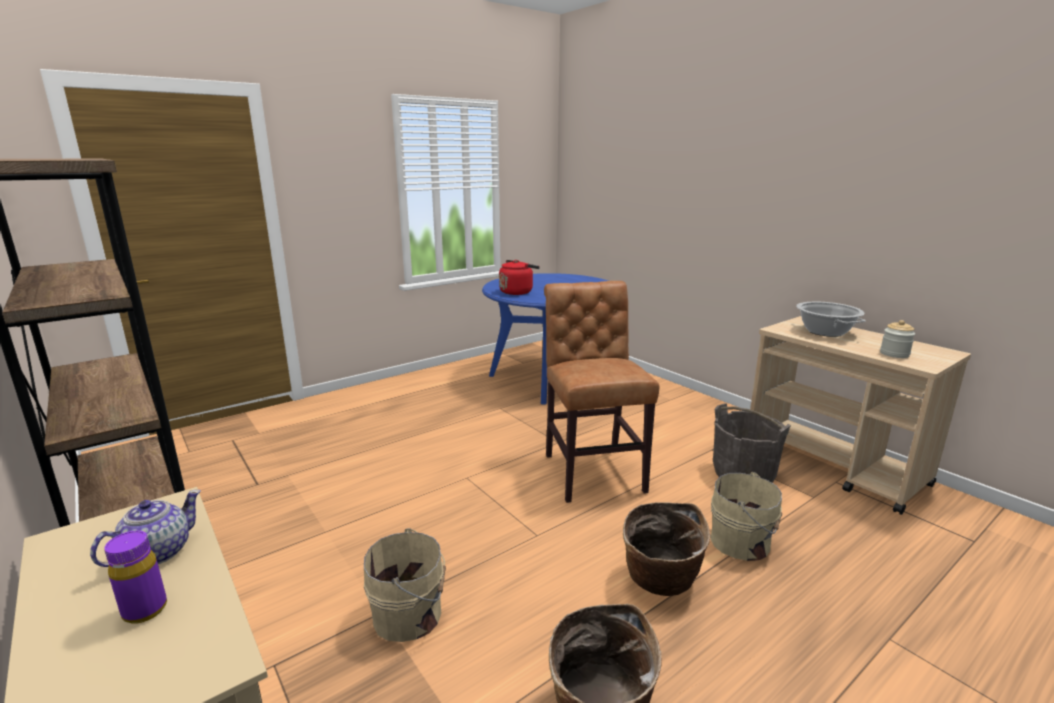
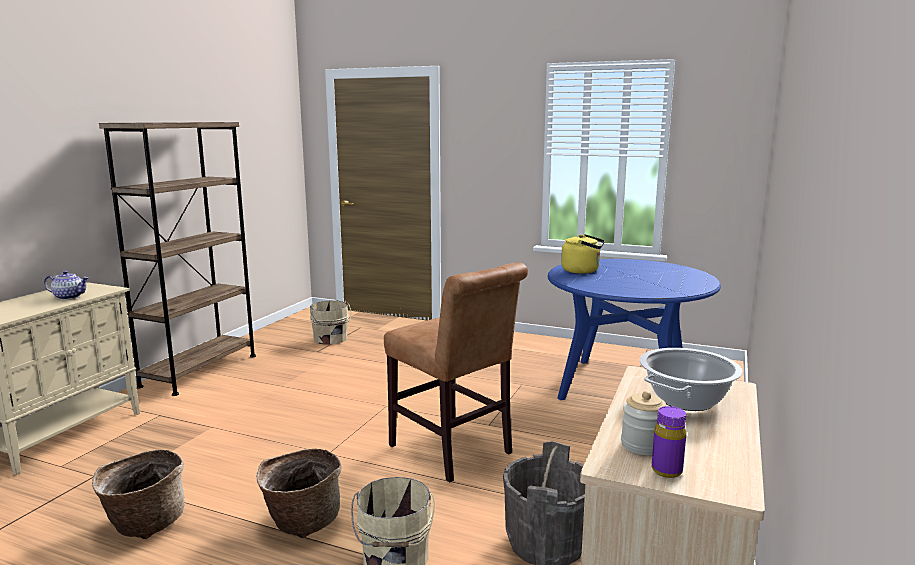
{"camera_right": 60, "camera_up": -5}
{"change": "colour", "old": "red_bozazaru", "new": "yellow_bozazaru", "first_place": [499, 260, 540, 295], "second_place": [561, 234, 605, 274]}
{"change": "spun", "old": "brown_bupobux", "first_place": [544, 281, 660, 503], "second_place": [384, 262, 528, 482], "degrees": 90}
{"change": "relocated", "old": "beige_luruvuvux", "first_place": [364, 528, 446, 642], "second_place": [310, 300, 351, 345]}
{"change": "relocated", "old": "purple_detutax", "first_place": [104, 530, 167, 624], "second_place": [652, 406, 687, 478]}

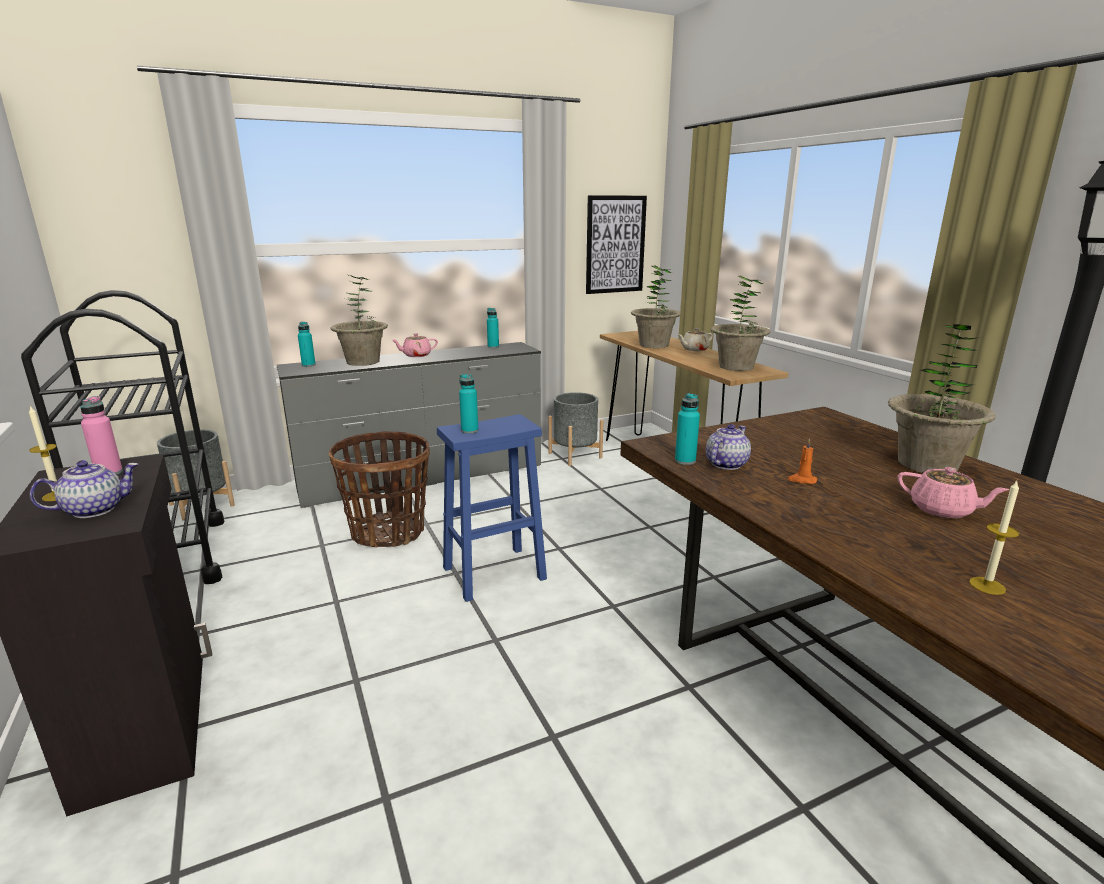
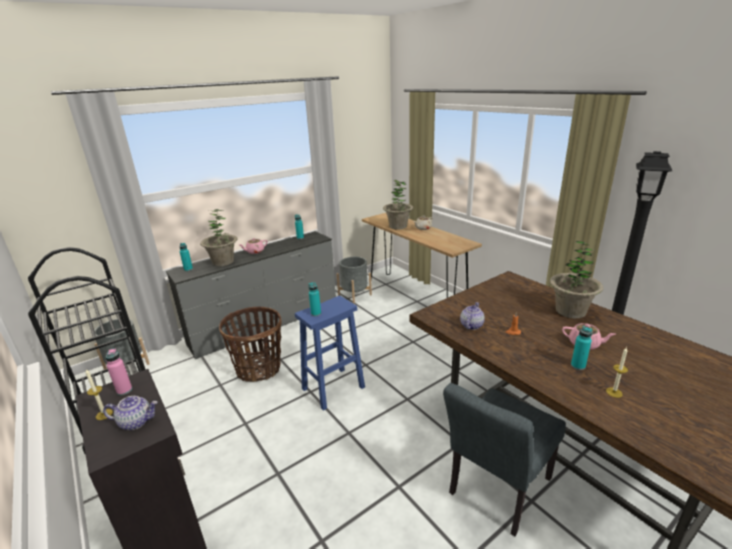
{"camera_right": -10, "camera_up": 5}
{"change": "missing", "old": "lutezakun", "first_place": [586, 195, 647, 294]}
{"change": "missing", "old": "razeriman", "first_place": [711, 275, 771, 371]}
{"change": "relocated", "old": "turquoise_detutax", "first_place": [675, 393, 700, 465], "second_place": [571, 326, 592, 370]}
{"change": "spun", "old": "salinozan", "first_place": [30, 460, 138, 518], "second_place": [103, 396, 158, 430], "degrees": 45}
{"change": "appeared", "new": "grey_bupobux", "second_place": [443, 383, 566, 537]}

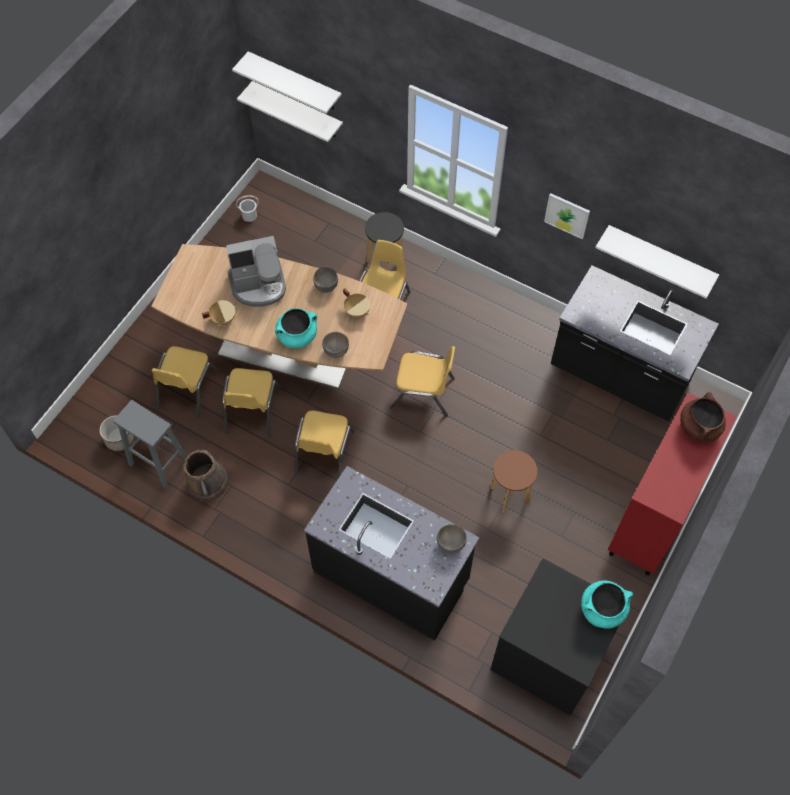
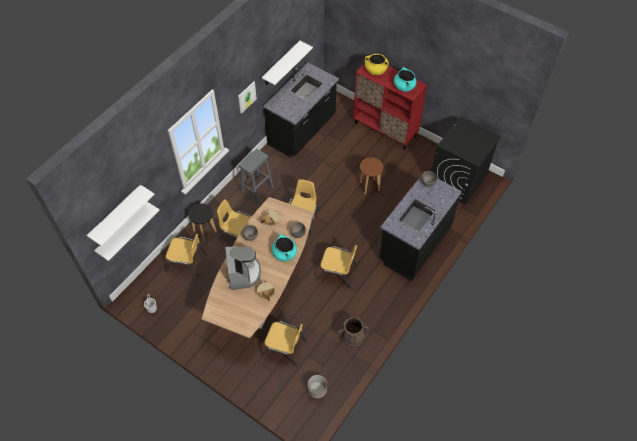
{"camera_right": -85, "camera_up": -5}
{"change": "relocated", "old": "yellow_bupobux", "first_place": [222, 368, 281, 437], "second_place": [165, 234, 207, 277]}
{"change": "colour", "old": "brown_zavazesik", "new": "yellow_zavazesik", "first_place": [680, 392, 726, 442], "second_place": [365, 54, 389, 75]}
{"change": "relocated", "old": "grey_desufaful", "first_place": [113, 400, 187, 489], "second_place": [239, 149, 274, 204]}
{"change": "relocated", "old": "turquoise_zavazesik", "first_place": [581, 580, 633, 629], "second_place": [394, 67, 417, 92]}

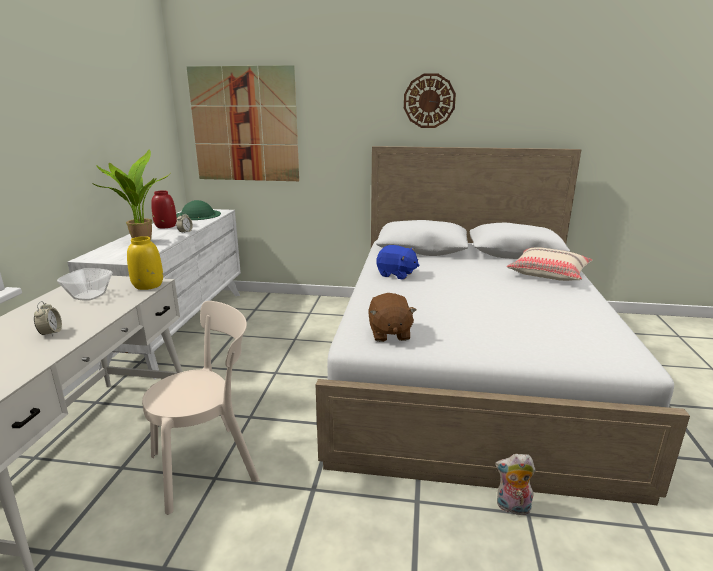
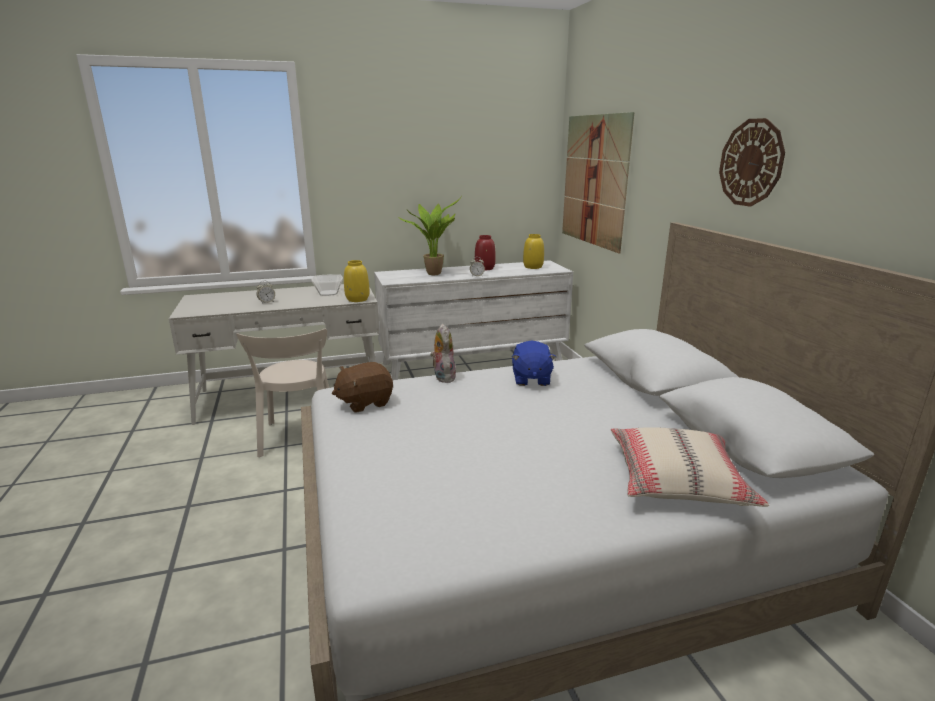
{"camera_right": 65, "camera_up": 0}
{"change": "exchanged", "old": "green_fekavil", "new": "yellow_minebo", "first_place": [176, 200, 221, 220], "second_place": [523, 234, 544, 269]}
{"change": "spun", "old": "beige_bupobux", "first_place": [142, 301, 259, 515], "second_place": [236, 329, 329, 457], "degrees": 45}
{"change": "relocated", "old": "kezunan", "first_place": [495, 454, 536, 515], "second_place": [430, 324, 456, 383]}

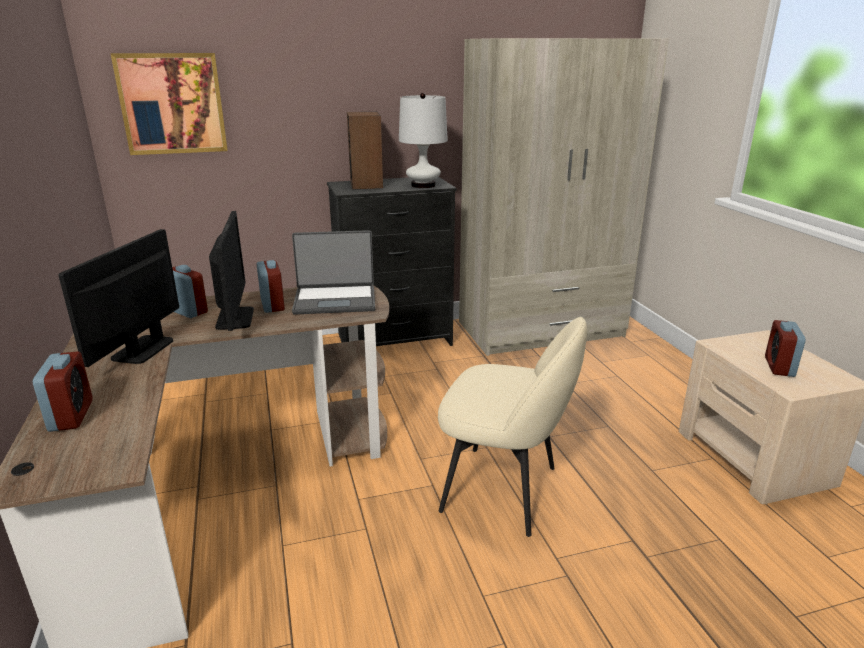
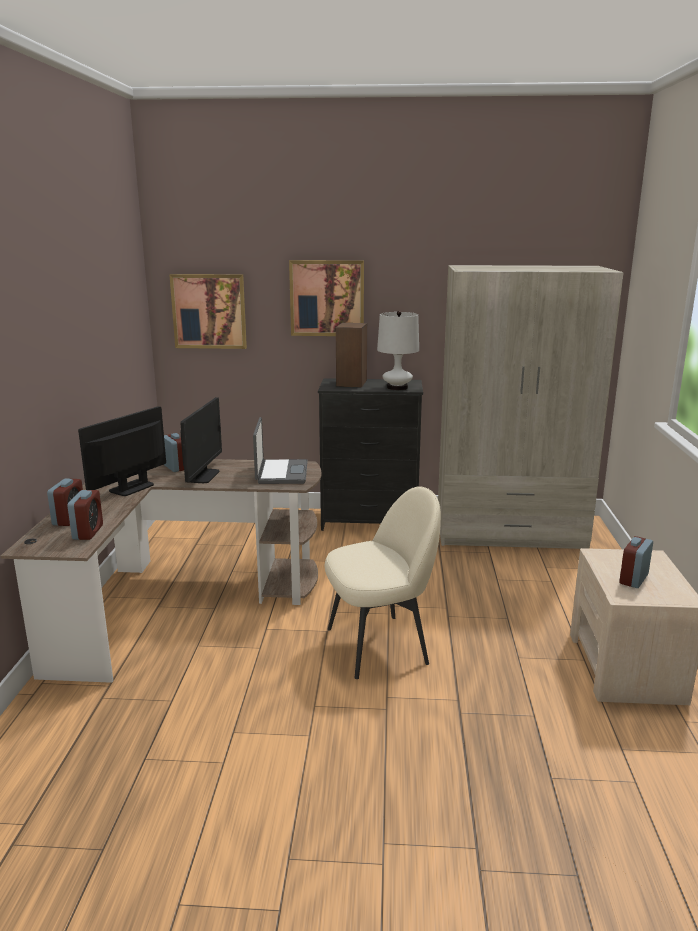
{"camera_right": 20, "camera_up": -5}
{"change": "spun", "old": "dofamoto", "first_place": [292, 230, 375, 315], "second_place": [253, 417, 308, 484], "degrees": -105}
{"change": "relocated", "old": "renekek", "first_place": [257, 260, 285, 313], "second_place": [68, 490, 103, 540]}
{"change": "spun", "old": "beige_bupobux", "first_place": [438, 317, 587, 537], "second_place": [325, 486, 441, 679], "degrees": -60}
{"change": "appeared", "new": "lutezakun", "second_place": [289, 260, 364, 336]}

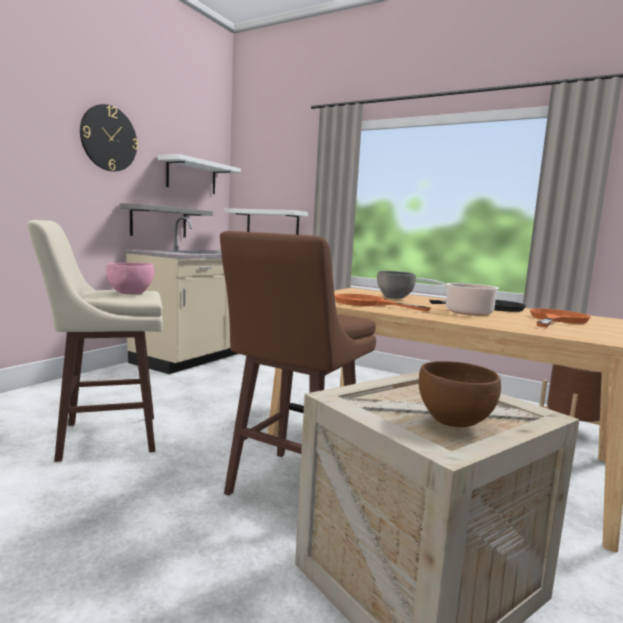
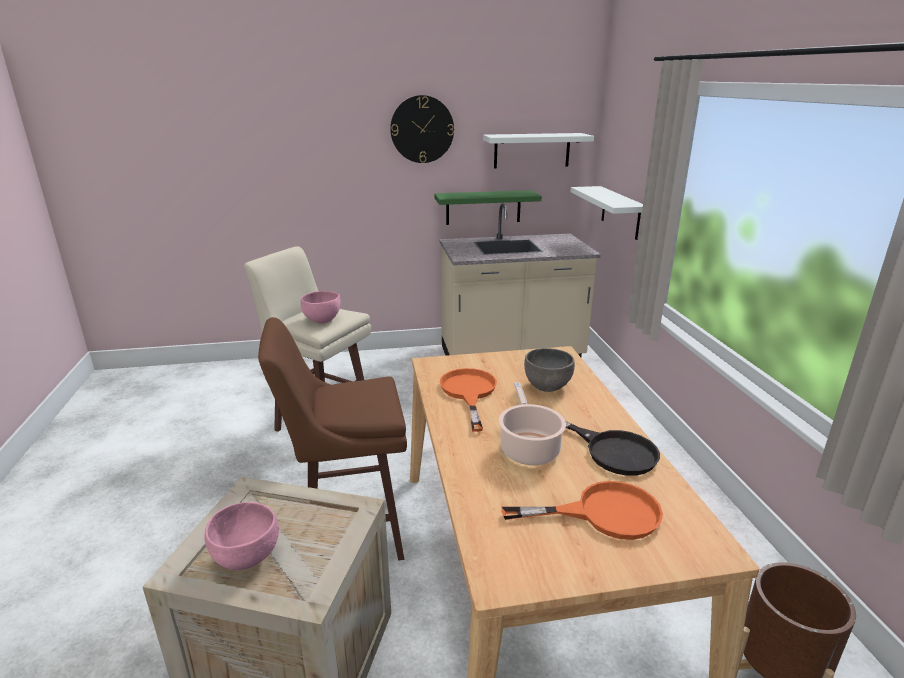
{"camera_right": 50, "camera_up": 15}
{"change": "colour", "old": "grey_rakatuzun", "new": "green_rakatuzun", "first_place": [120, 203, 213, 238], "second_place": [434, 190, 542, 225]}
{"change": "colour", "old": "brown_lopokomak", "new": "pink_lopokomak", "first_place": [419, 361, 501, 427], "second_place": [204, 502, 279, 570]}

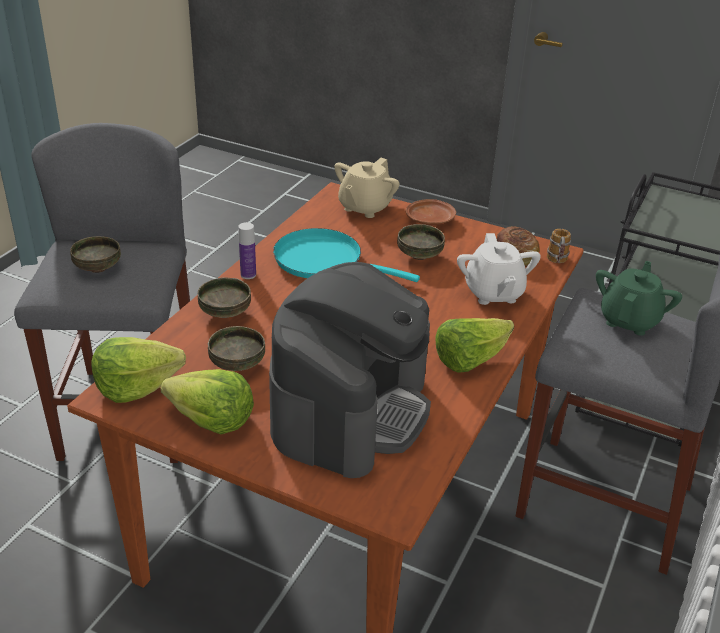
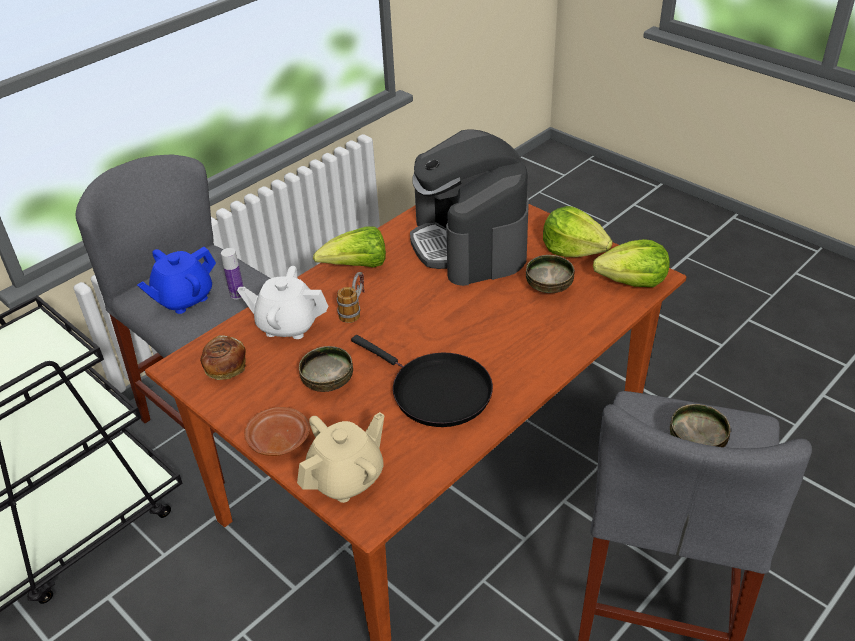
{"camera_right": -160, "camera_up": 5}
{"change": "relocated", "old": "detutax", "first_place": [238, 222, 256, 279], "second_place": [221, 248, 243, 300]}
{"change": "colour", "old": "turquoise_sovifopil", "new": "black_sovifopil", "first_place": [273, 228, 420, 282], "second_place": [351, 335, 493, 427]}
{"change": "relocated", "old": "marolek", "first_place": [547, 229, 571, 263], "second_place": [337, 272, 365, 323]}
{"change": "spun", "old": "white_salinozan", "first_place": [457, 233, 541, 305], "second_place": [237, 266, 329, 339], "degrees": -90}
{"change": "colour", "old": "green_salinozan", "new": "blue_salinozan", "first_place": [596, 261, 682, 336], "second_place": [137, 247, 216, 314]}
{"change": "spun", "old": "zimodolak", "first_place": [269, 262, 431, 478], "second_place": [410, 129, 529, 286], "degrees": -60}
{"change": "missing", "old": "lopokomak", "first_place": [198, 278, 251, 318]}

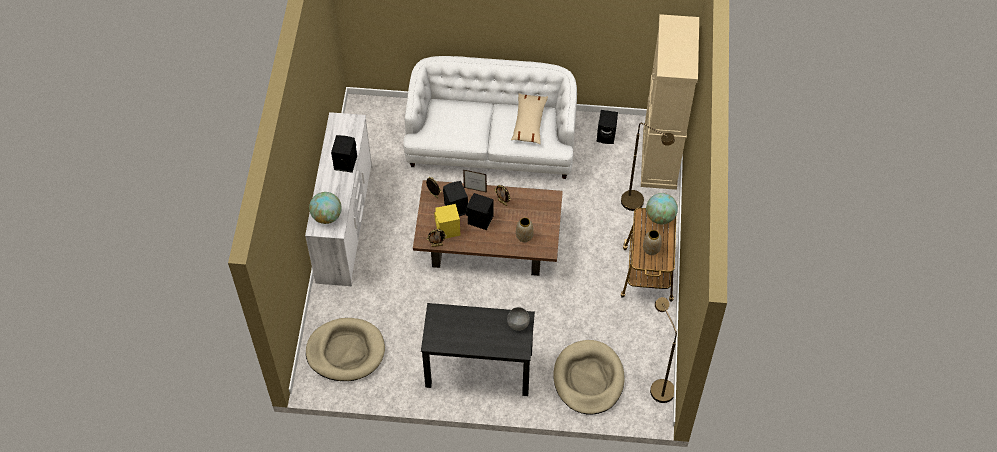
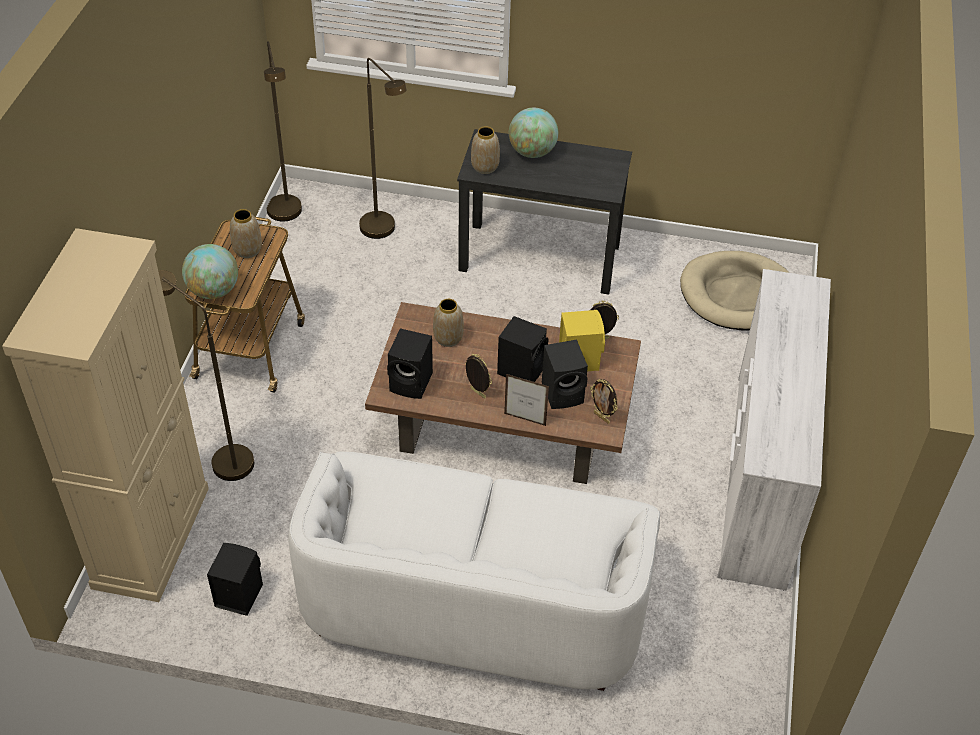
{"camera_right": -175, "camera_up": -10}
{"change": "missing", "old": "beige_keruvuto", "first_place": [511, 93, 548, 144]}
{"change": "relocated", "old": "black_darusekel", "first_place": [331, 135, 357, 173], "second_place": [387, 328, 433, 399]}
{"change": "relocated", "old": "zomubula", "first_place": [309, 192, 342, 224], "second_place": [509, 108, 558, 158]}
{"change": "exchanged", "old": "grey_lopokomak", "new": "minebo", "first_place": [507, 307, 530, 331], "second_place": [471, 126, 500, 174]}
{"change": "exchanged", "old": "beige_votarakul", "new": "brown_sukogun", "first_place": [553, 340, 624, 414], "second_place": [359, 58, 406, 239]}

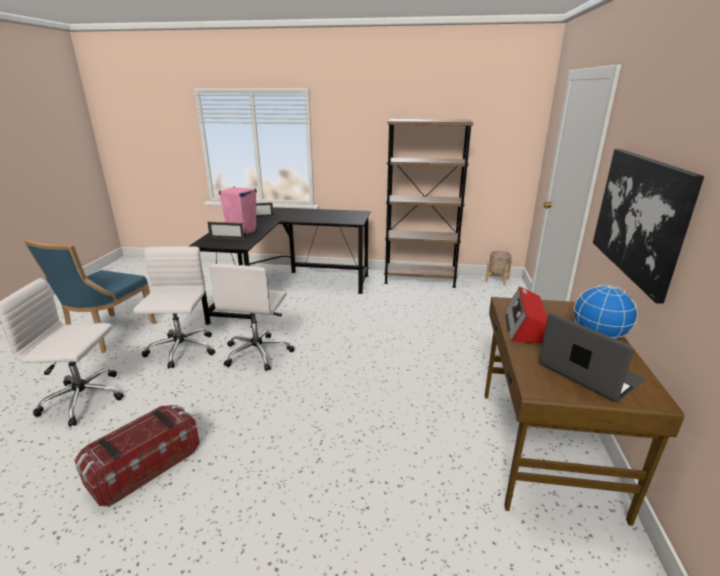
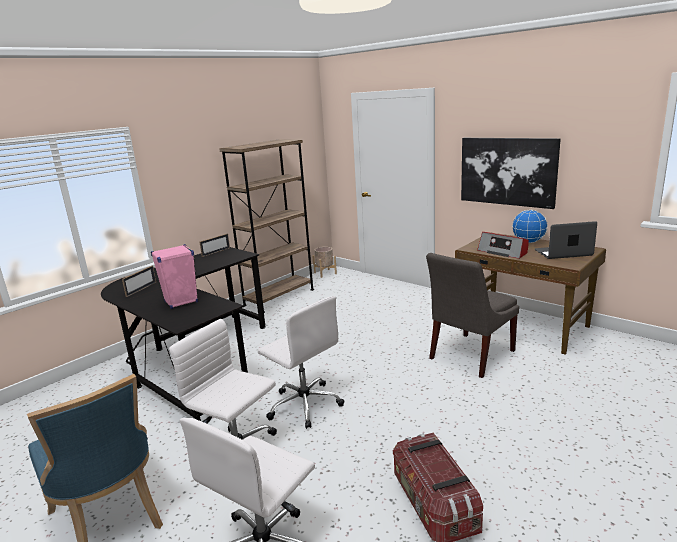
{"camera_right": -55, "camera_up": -5}
{"change": "relocated", "old": "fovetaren", "first_place": [207, 222, 244, 240], "second_place": [199, 234, 230, 257]}
{"change": "appeared", "new": "grey_bupobux", "second_place": [426, 253, 519, 378]}

